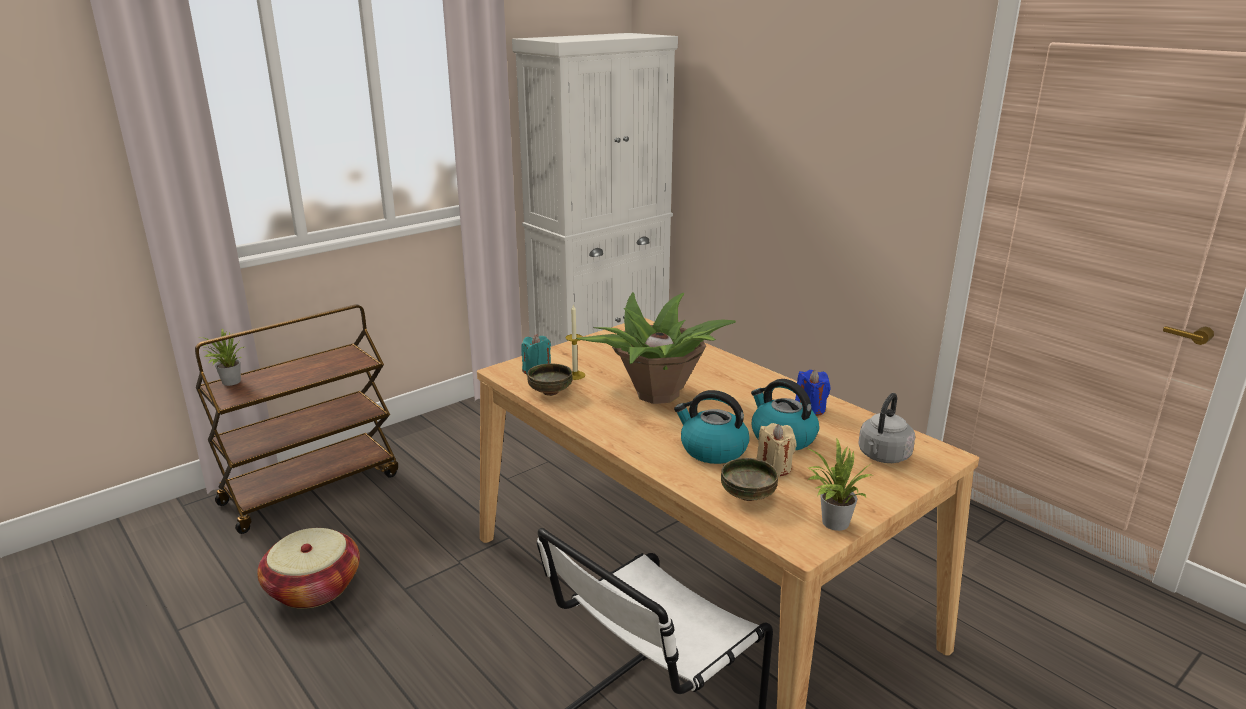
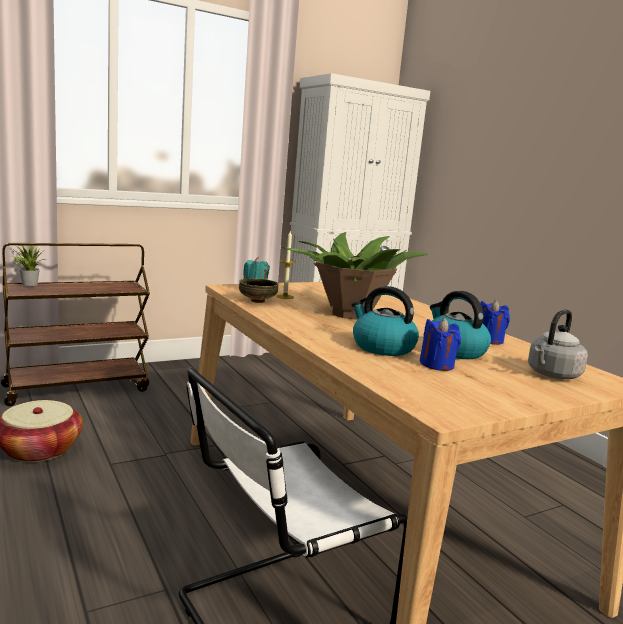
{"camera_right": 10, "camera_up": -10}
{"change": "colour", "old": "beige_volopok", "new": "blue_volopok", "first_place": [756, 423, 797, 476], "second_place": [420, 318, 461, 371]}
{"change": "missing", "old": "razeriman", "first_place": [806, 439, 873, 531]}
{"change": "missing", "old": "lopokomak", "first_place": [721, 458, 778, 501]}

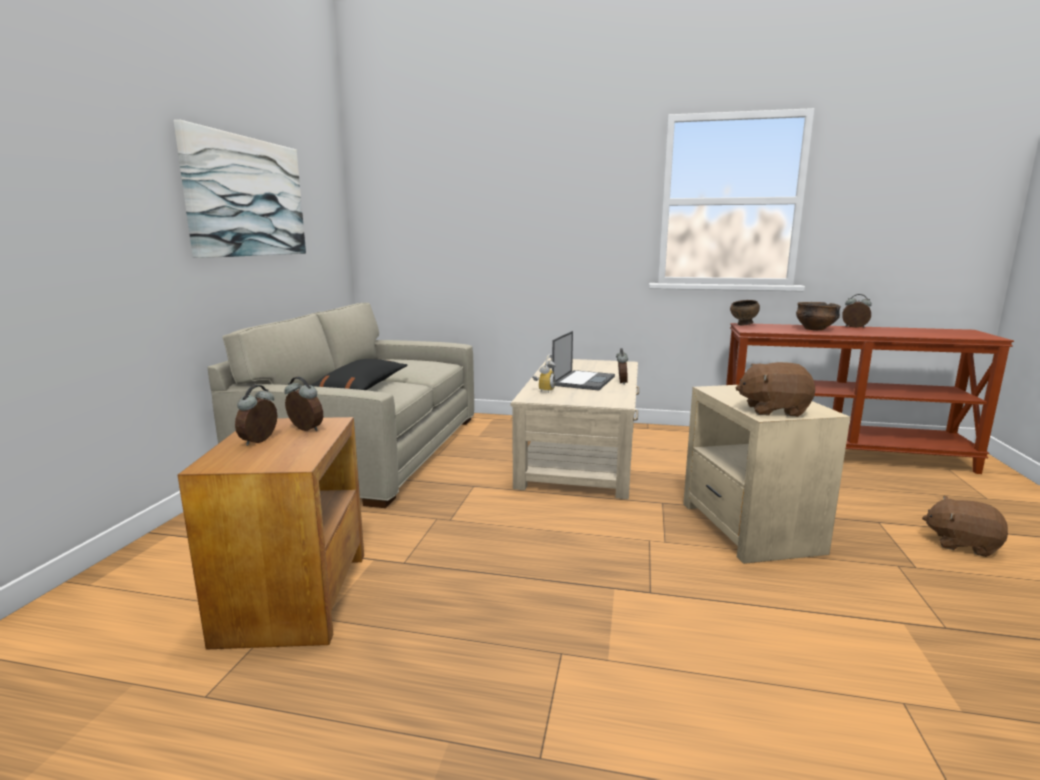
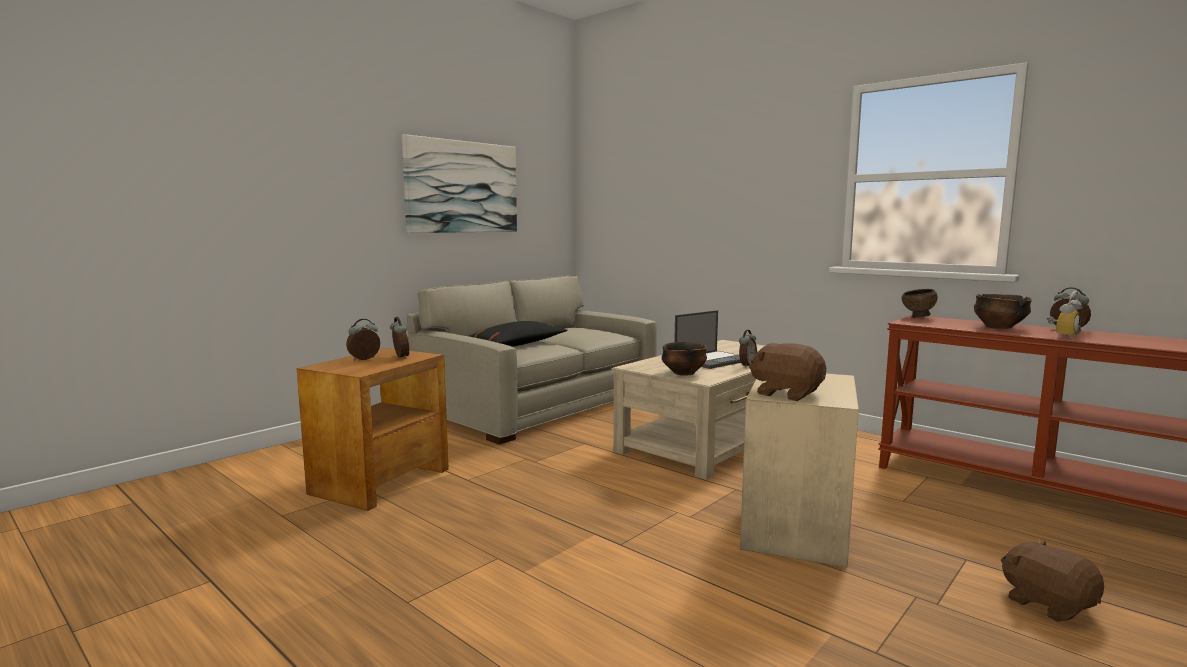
{"camera_right": 30, "camera_up": -5}
{"change": "relocated", "old": "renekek", "first_place": [532, 354, 556, 393], "second_place": [1047, 291, 1083, 339]}
{"change": "appeared", "new": "lopokomak", "second_place": [662, 342, 707, 376]}

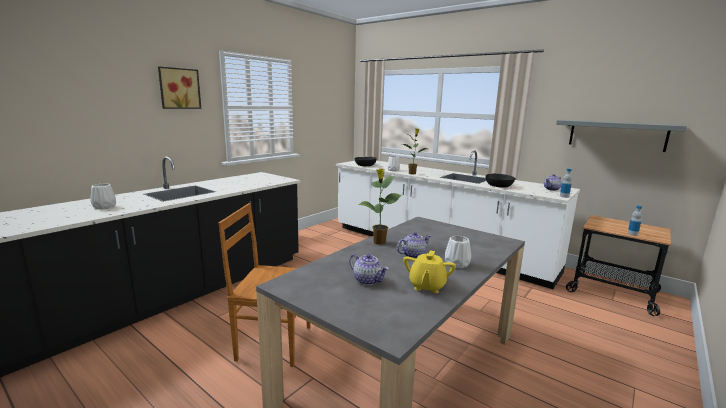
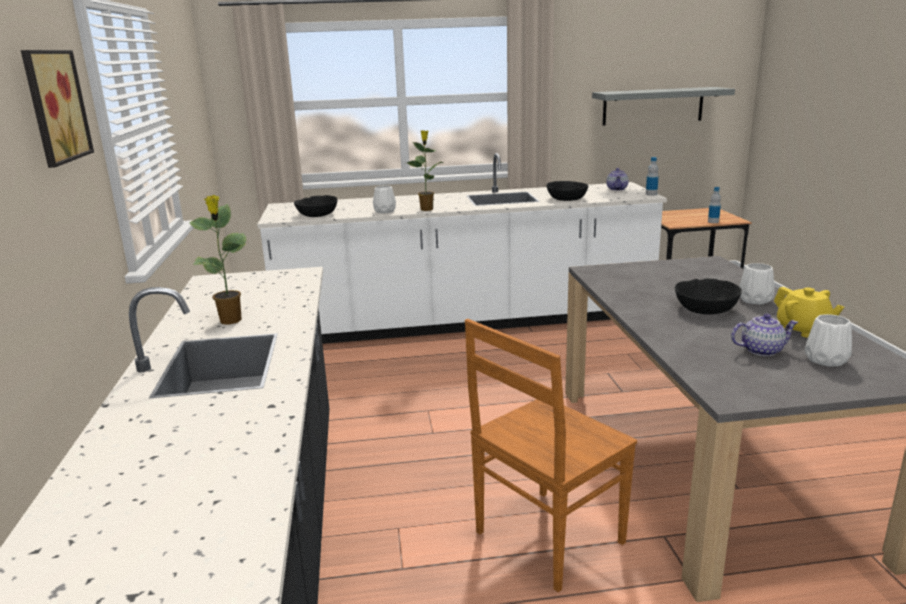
{"camera_right": -45, "camera_up": 5}
{"change": "relocated", "old": "razeriman", "first_place": [358, 169, 402, 245], "second_place": [190, 195, 247, 324]}
{"change": "relocated", "old": "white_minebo", "first_place": [90, 184, 116, 209], "second_place": [805, 314, 852, 366]}
{"change": "exchanged", "old": "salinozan", "new": "black_lopokomak", "first_place": [397, 232, 431, 259], "second_place": [675, 278, 742, 314]}

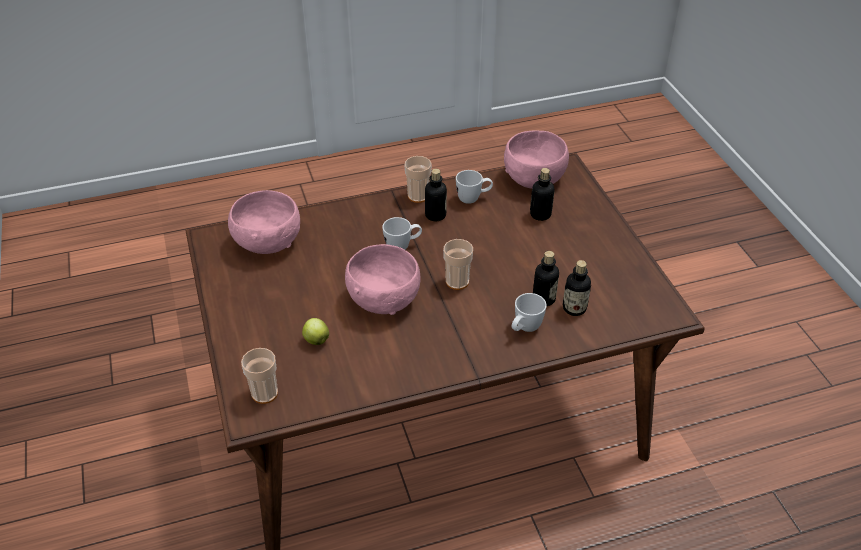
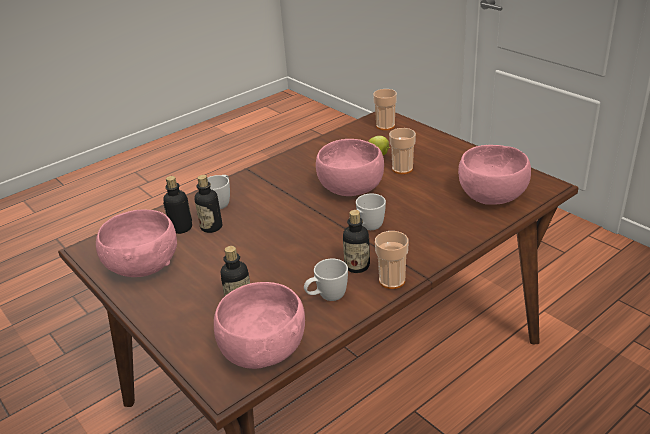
{"camera_right": 160, "camera_up": -10}
{"change": "relocated", "old": "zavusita", "first_place": [443, 239, 473, 290], "second_place": [389, 128, 416, 174]}
{"change": "appeared", "new": "pink_lopokomak", "second_place": [96, 210, 177, 277]}

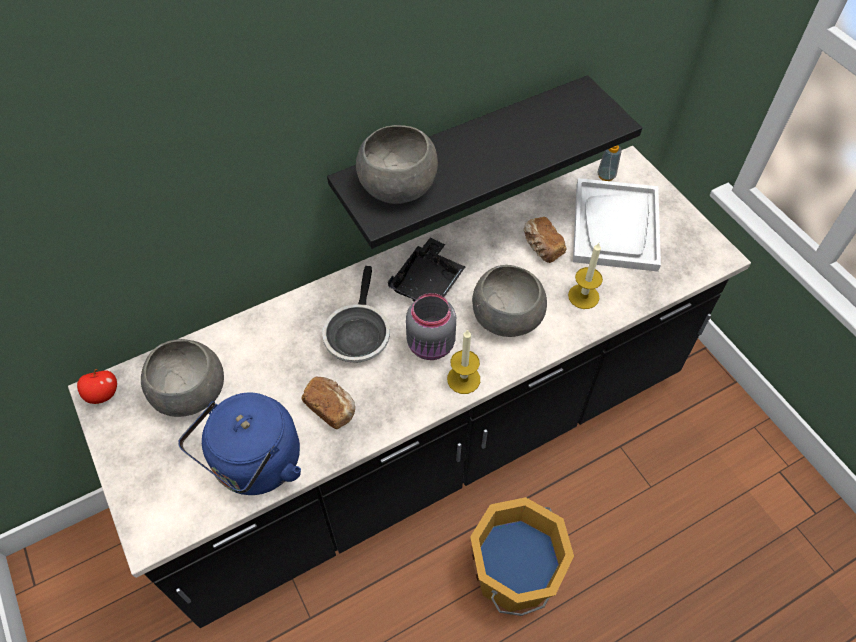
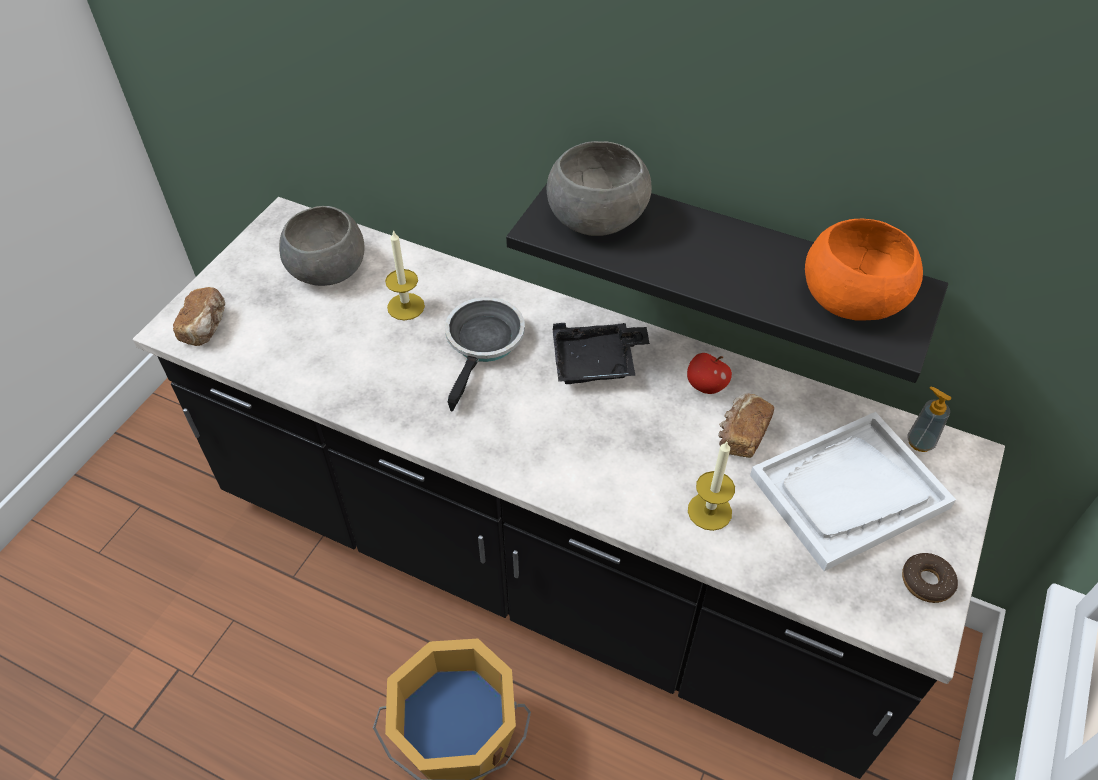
{"camera_right": 55, "camera_up": -5}
{"change": "missing", "old": "grey_lopokomak", "first_place": [472, 265, 547, 337]}
{"change": "spun", "old": "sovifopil", "first_place": [322, 266, 390, 363], "second_place": [445, 297, 525, 412], "degrees": 135}
{"change": "missing", "old": "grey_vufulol", "first_place": [406, 293, 456, 360]}
{"change": "relocated", "old": "volopok", "first_place": [447, 329, 480, 394], "second_place": [385, 230, 425, 320]}
{"change": "relocated", "old": "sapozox", "first_place": [77, 369, 117, 404], "second_place": [687, 353, 732, 394]}
{"change": "relocated", "old": "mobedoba", "first_place": [301, 377, 355, 429], "second_place": [173, 287, 225, 346]}
{"change": "missing", "old": "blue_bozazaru", "first_place": [178, 392, 301, 495]}
{"change": "appeared", "new": "orange_lopokomak", "second_place": [805, 219, 923, 321]}
{"change": "appeared", "new": "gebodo", "second_place": [902, 553, 958, 603]}

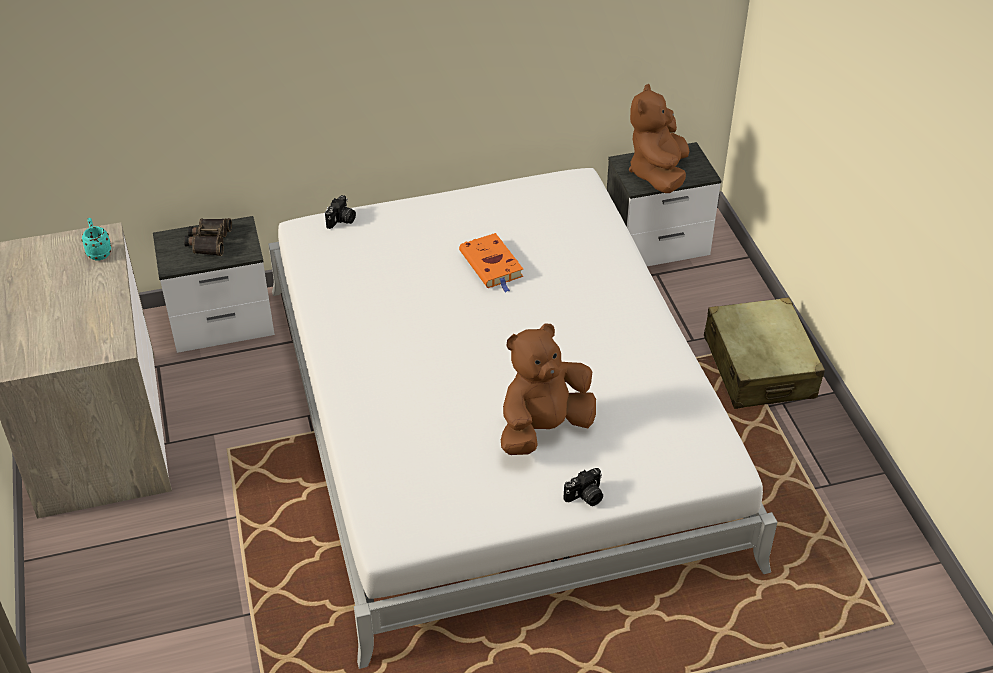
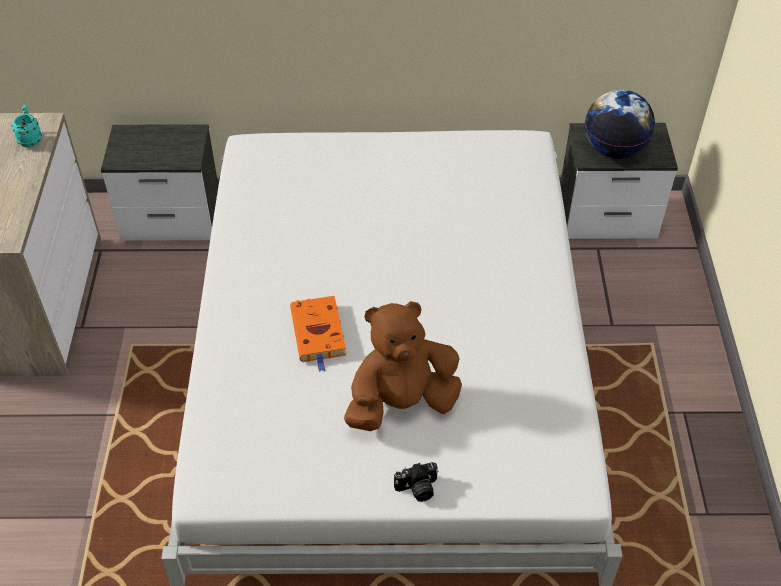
{"camera_right": 15, "camera_up": 5}
{"change": "exchanged", "old": "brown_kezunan", "new": "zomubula", "first_place": [629, 84, 689, 193], "second_place": [585, 90, 655, 159]}
{"change": "missing", "old": "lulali", "first_place": [325, 195, 356, 229]}
{"change": "missing", "old": "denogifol", "first_place": [184, 218, 232, 256]}
{"change": "relocated", "old": "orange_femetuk", "first_place": [459, 233, 523, 293], "second_place": [290, 296, 346, 372]}
{"change": "missing", "old": "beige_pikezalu", "first_place": [704, 297, 825, 409]}

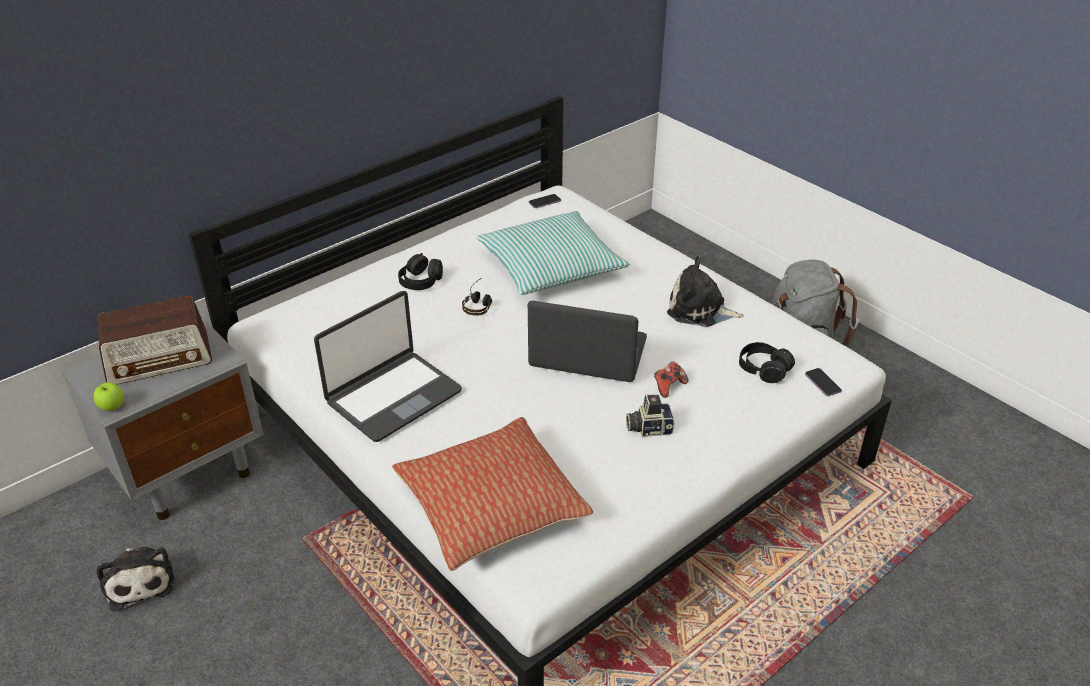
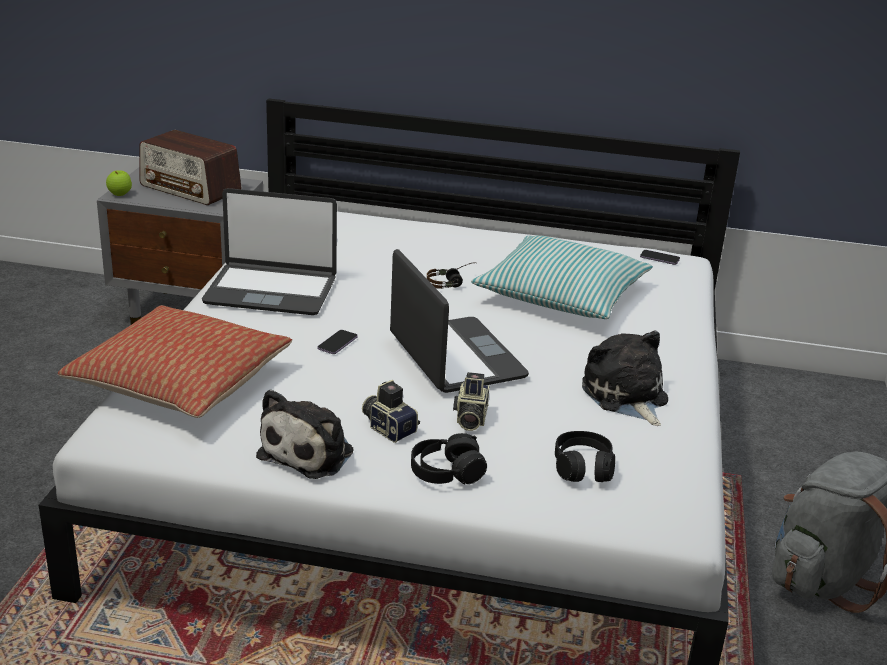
{"camera_right": 50, "camera_up": -10}
{"change": "relocated", "old": "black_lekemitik", "first_place": [398, 253, 443, 290], "second_place": [411, 433, 487, 485]}
{"change": "exchanged", "old": "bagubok", "new": "lulali", "first_place": [654, 361, 689, 398], "second_place": [453, 372, 490, 431]}
{"change": "relocated", "old": "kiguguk", "first_place": [805, 368, 842, 396], "second_place": [317, 330, 358, 354]}
{"change": "relocated", "old": "kezunan", "first_place": [96, 547, 176, 612], "second_place": [256, 389, 353, 479]}

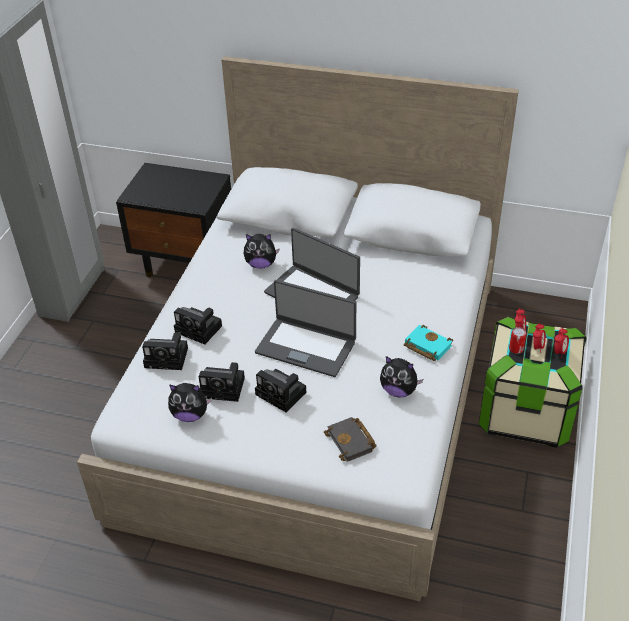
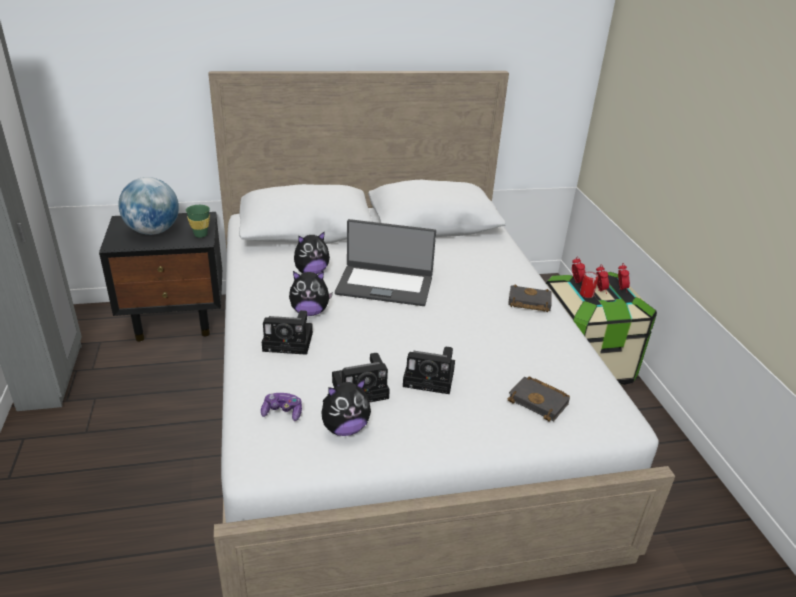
{"camera_right": -30, "camera_up": -10}
{"change": "missing", "old": "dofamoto", "first_place": [255, 280, 356, 377]}
{"change": "colour", "old": "turquoise_femetuk", "new": "black_femetuk", "first_place": [404, 325, 453, 361], "second_place": [508, 284, 552, 312]}
{"change": "missing", "old": "lulali", "first_place": [142, 332, 188, 370]}
{"change": "relocated", "old": "kezunan", "first_place": [380, 356, 423, 397], "second_place": [289, 271, 333, 316]}
{"change": "appeared", "new": "zomubula", "second_place": [118, 177, 179, 235]}
{"change": "appeared", "new": "green_zavusita", "second_place": [186, 205, 210, 238]}
{"change": "appeared", "new": "bagubok", "second_place": [261, 393, 302, 421]}

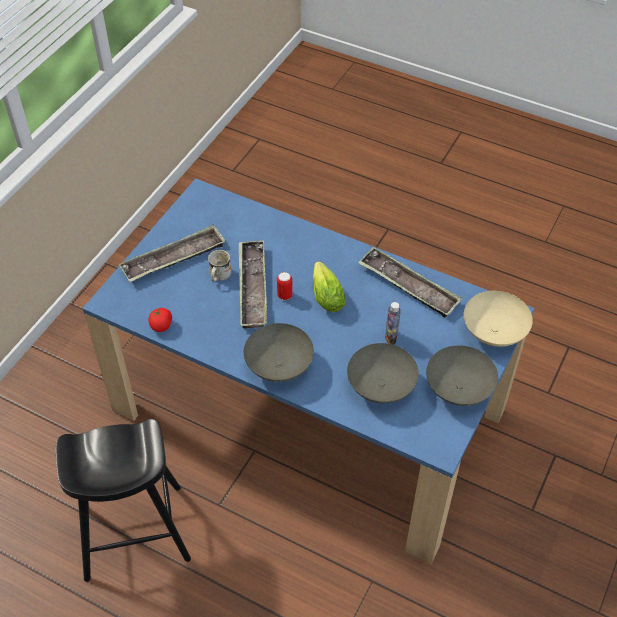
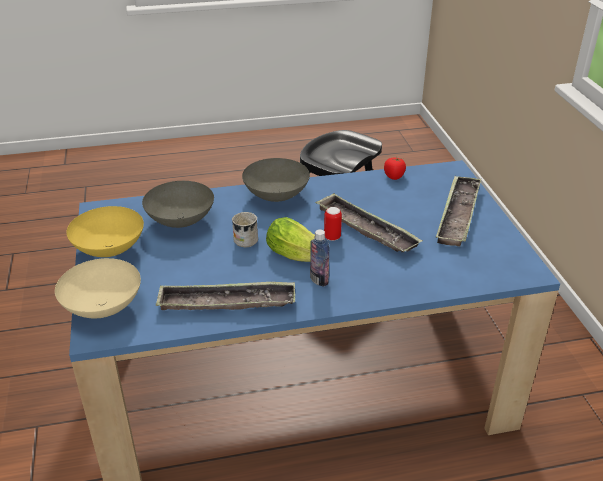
{"camera_right": 140, "camera_up": -15}
{"change": "relocated", "old": "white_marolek", "first_place": [208, 250, 231, 282], "second_place": [232, 212, 258, 247]}
{"change": "relocated", "old": "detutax", "first_place": [385, 302, 401, 345], "second_place": [310, 229, 329, 287]}
{"change": "colour", "old": "grey_lopokomak", "new": "yellow_lopokomak", "first_place": [426, 345, 498, 406], "second_place": [66, 206, 144, 257]}

